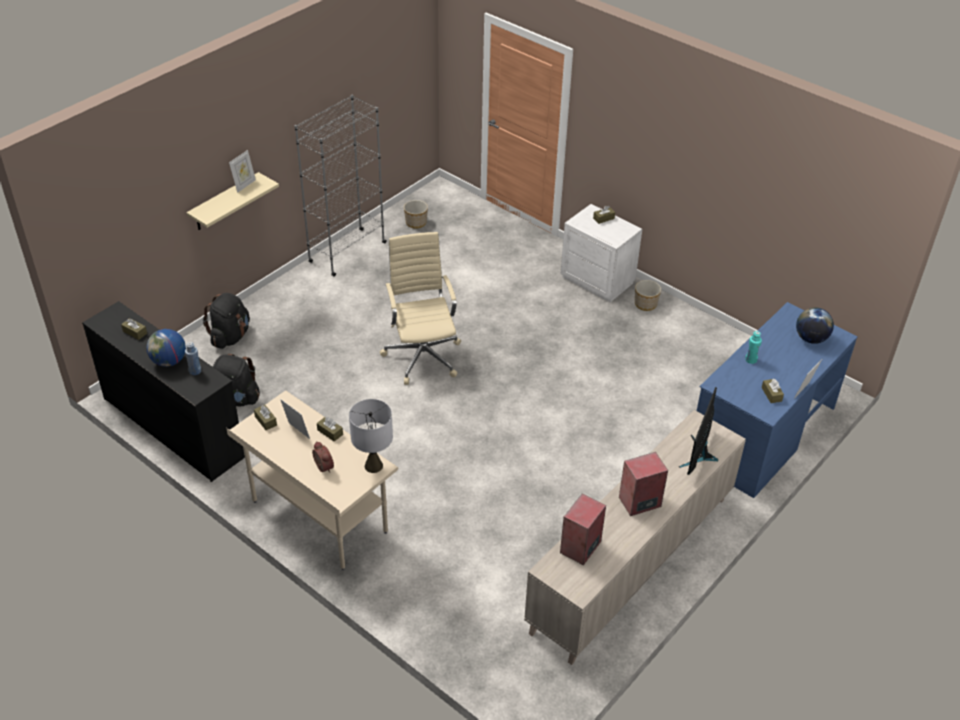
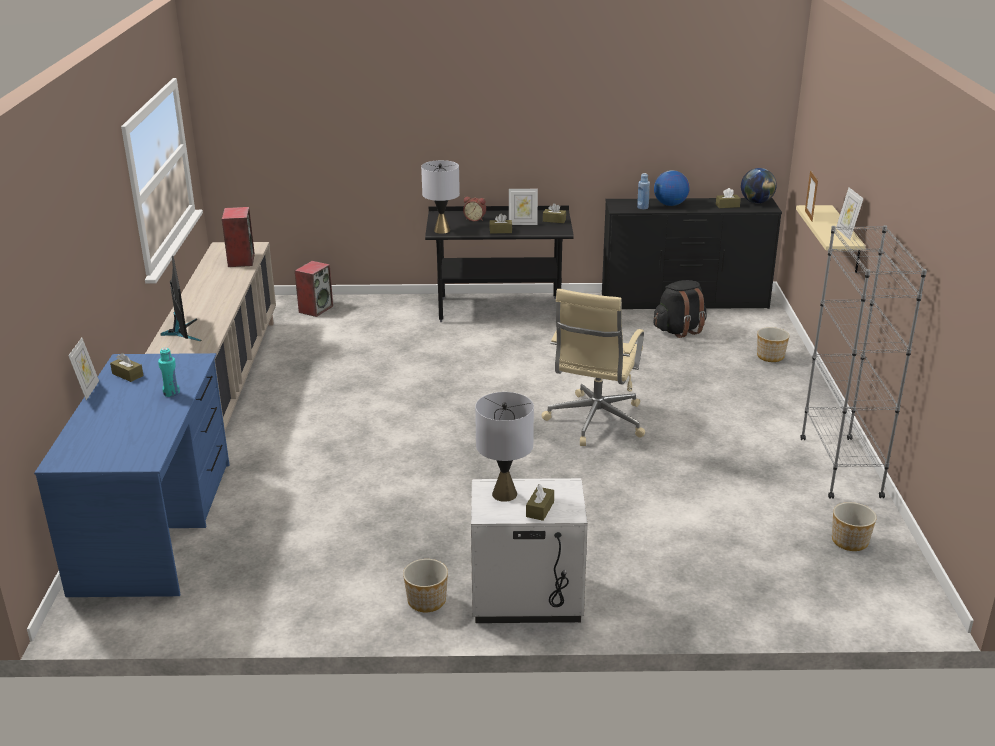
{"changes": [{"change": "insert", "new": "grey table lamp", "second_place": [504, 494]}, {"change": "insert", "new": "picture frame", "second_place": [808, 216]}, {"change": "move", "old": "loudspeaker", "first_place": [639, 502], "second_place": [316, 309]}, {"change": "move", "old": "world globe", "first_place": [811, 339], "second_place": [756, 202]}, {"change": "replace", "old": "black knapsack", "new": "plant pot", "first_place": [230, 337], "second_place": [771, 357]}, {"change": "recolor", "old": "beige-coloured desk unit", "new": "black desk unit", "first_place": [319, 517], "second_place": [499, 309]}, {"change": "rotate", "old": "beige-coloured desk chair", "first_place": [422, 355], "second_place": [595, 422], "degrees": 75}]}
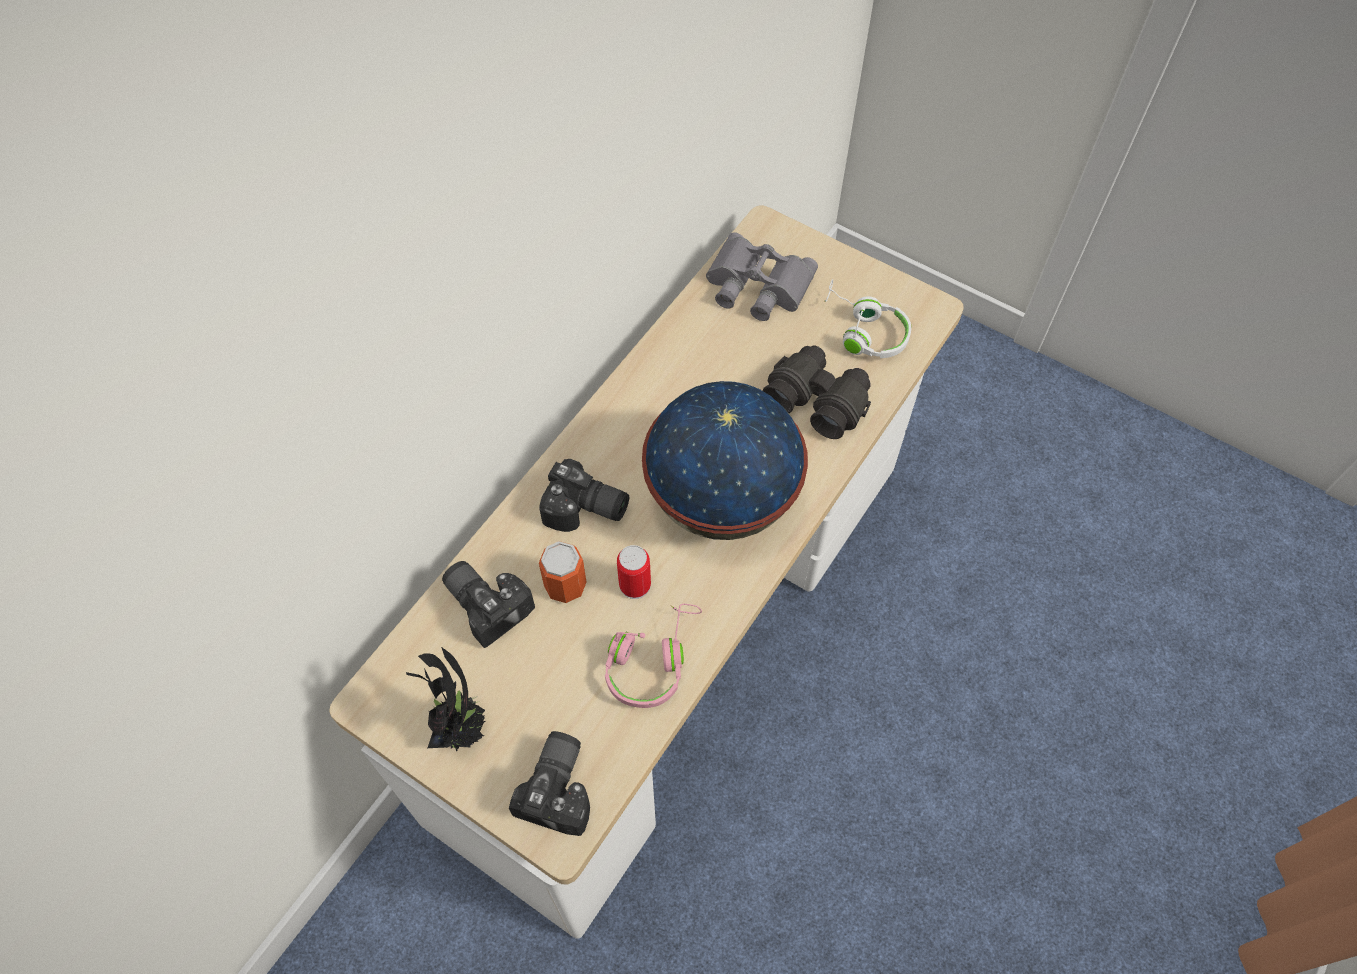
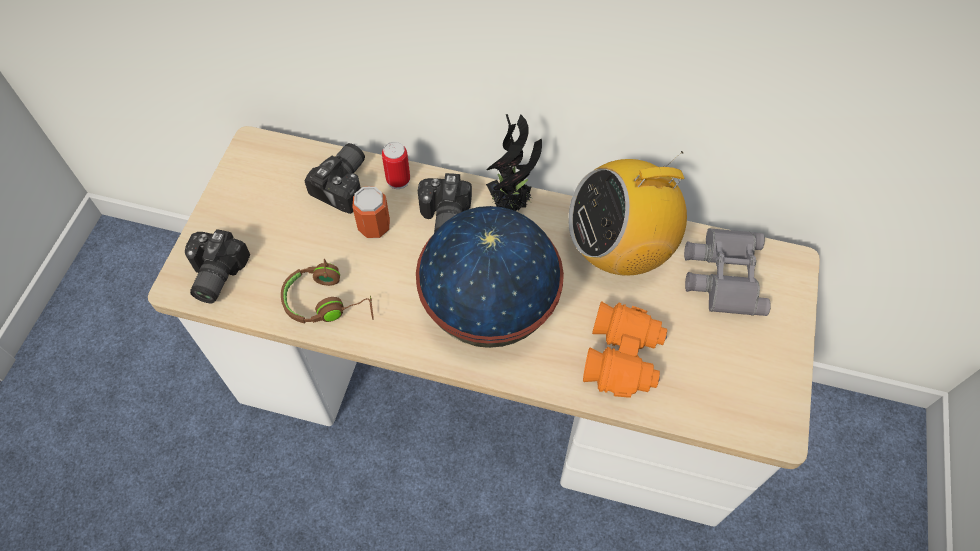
{"changes": [{"change": "delete", "old": "whitish pair of headphones", "first_place": [863, 330]}, {"change": "insert", "new": "radio", "second_place": [618, 250]}, {"change": "move", "old": "houseplant", "first_place": [461, 728], "second_place": [511, 204]}, {"change": "move", "old": "sealed can", "first_place": [635, 585], "second_place": [398, 180]}, {"change": "recolor", "old": "pink-coloured pair of headphones", "new": "brown pair of headphones", "first_place": [651, 660], "second_place": [328, 302]}, {"change": "recolor", "old": "black binoculars", "new": "orangey binoculars", "first_place": [817, 399], "second_place": [623, 356]}, {"change": "rotate", "old": "still camera", "first_place": [561, 788], "second_place": [213, 275], "degrees": 105}]}
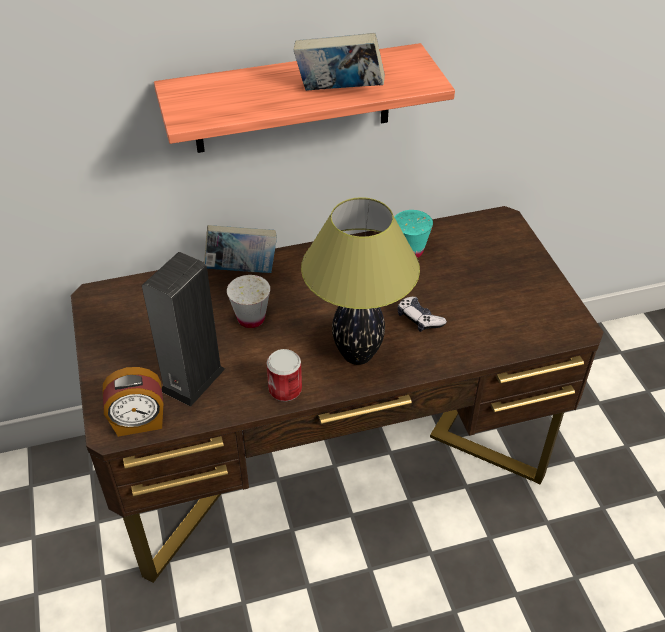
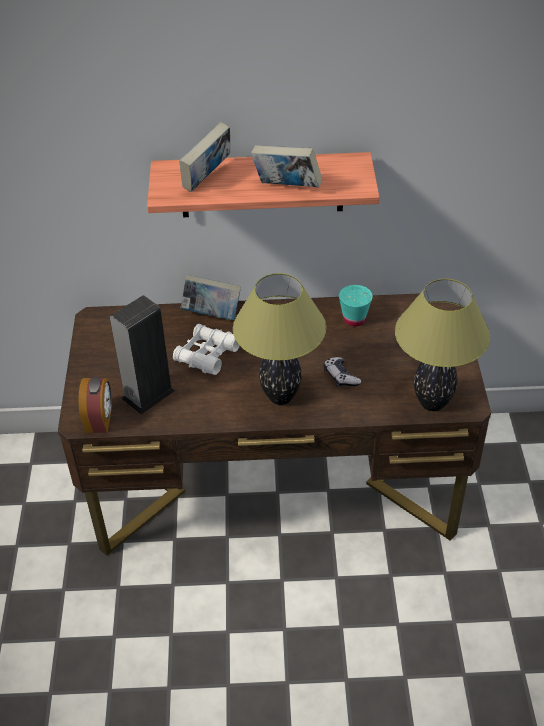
{"changes": [{"change": "delete", "old": "sealed can", "first_place": [285, 389]}, {"change": "insert", "new": "book", "second_place": [207, 179]}, {"change": "insert", "new": "table lamp", "second_place": [432, 403]}, {"change": "replace", "old": "whitish cup", "new": "whitish binoculars", "first_place": [251, 319], "second_place": [207, 355]}, {"change": "rotate", "old": "table clock", "first_place": [139, 422], "second_place": [99, 419], "degrees": -90}]}
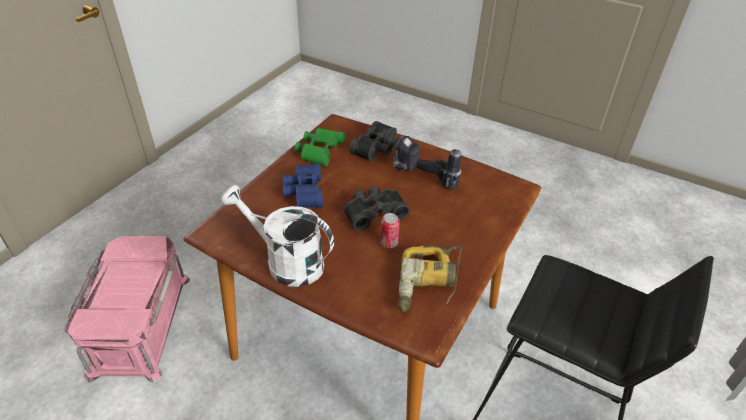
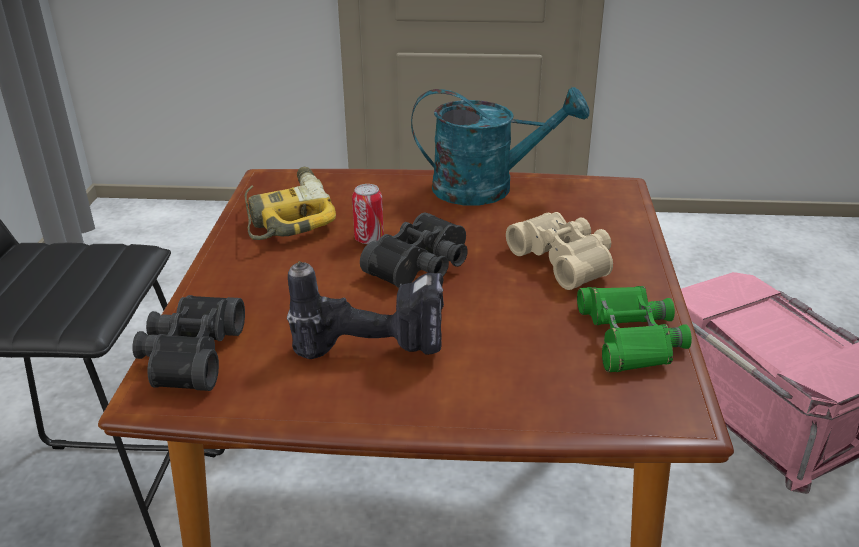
{"changes": [{"change": "move", "old": "black binoculars", "first_place": [378, 149], "second_place": [189, 355]}, {"change": "recolor", "old": "whitish watering can", "new": "turquoise-coloured watering can", "first_place": [286, 262], "second_place": [487, 188]}, {"change": "recolor", "old": "blue-coloured binoculars", "new": "beige-coloured binoculars", "first_place": [303, 192], "second_place": [565, 260]}]}
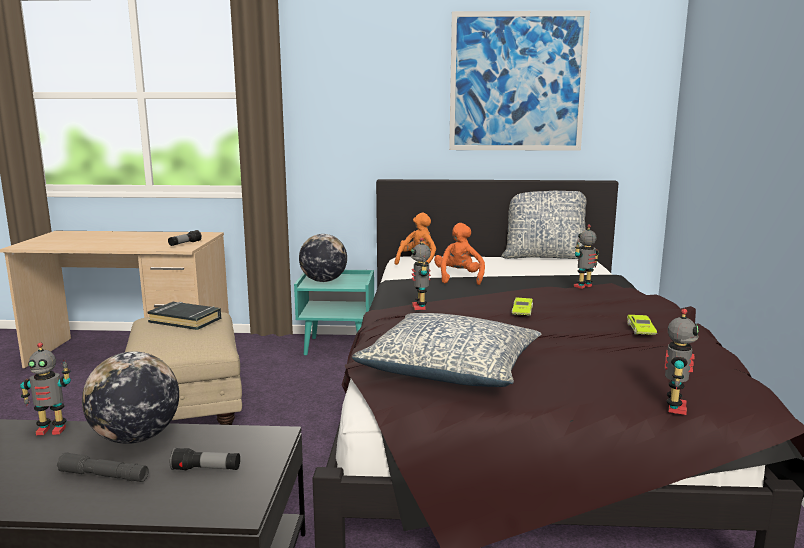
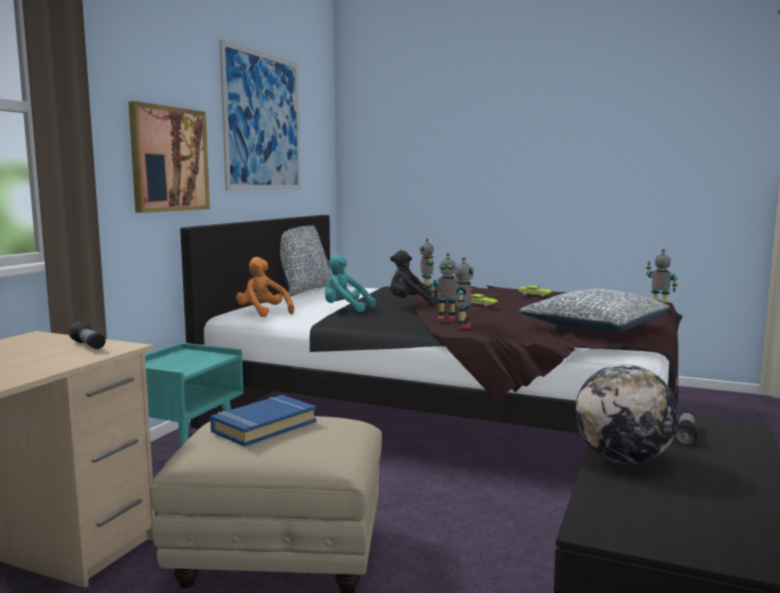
{"changes": [{"change": "delete", "old": "grey torch", "first_place": [104, 476]}, {"change": "delete", "old": "world globe", "first_place": [323, 281]}, {"change": "insert", "new": "wall art", "second_place": [169, 159]}, {"change": "insert", "new": "black soft toy", "second_place": [410, 304]}, {"change": "move", "old": "robot figure", "first_place": [52, 430], "second_place": [463, 326]}, {"change": "recolor", "old": "black book", "new": "blue-coloured book", "first_place": [185, 320], "second_place": [263, 426]}, {"change": "recolor", "old": "orangey soft toy", "new": "turquoise-coloured soft toy", "first_place": [459, 278], "second_place": [345, 309]}]}
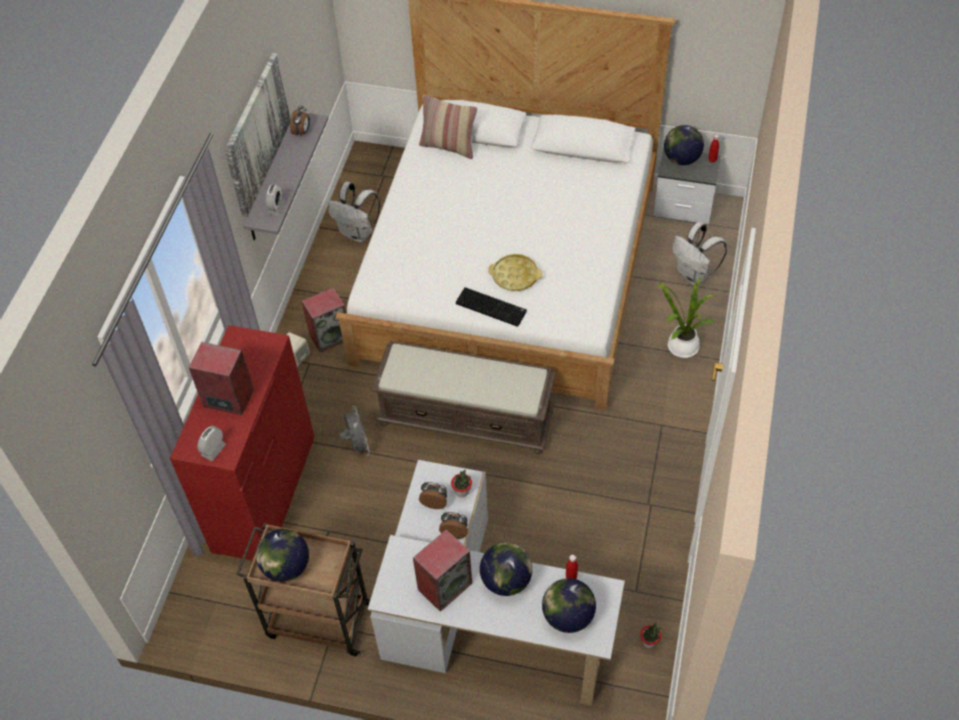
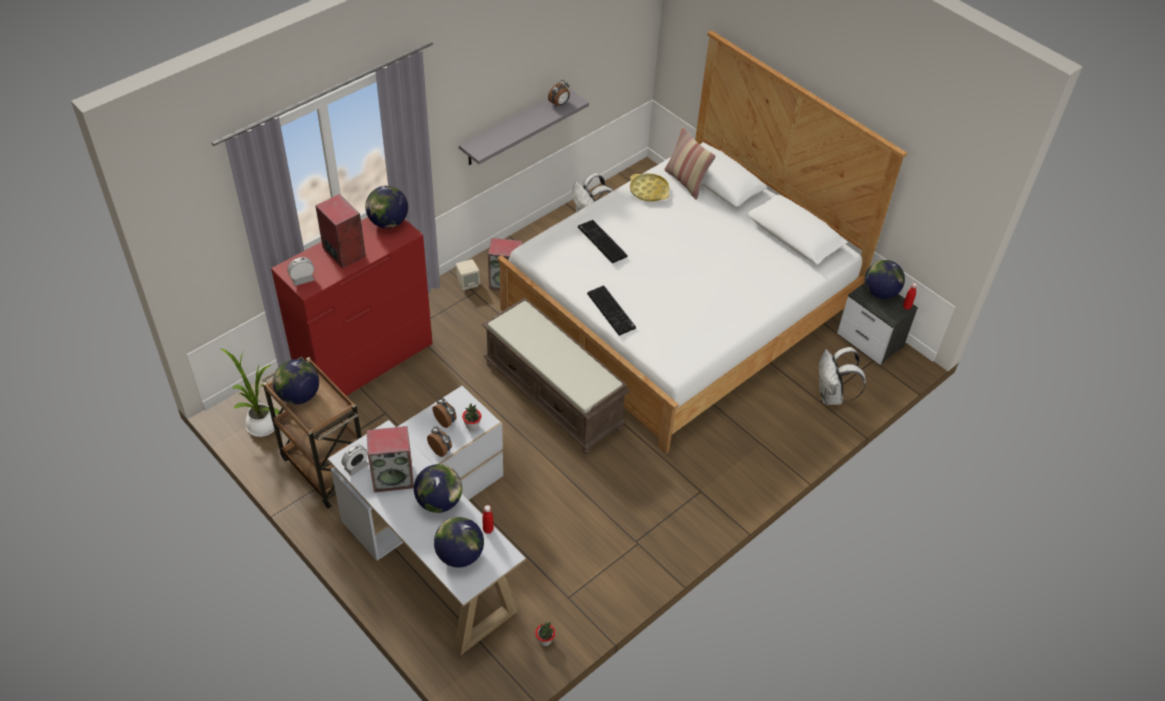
{"changes": [{"change": "delete", "old": "wall art", "first_place": [257, 134]}, {"change": "delete", "old": "grey fan", "first_place": [357, 446]}, {"change": "insert", "new": "world globe", "second_place": [388, 222]}, {"change": "insert", "new": "PC keyboard", "second_place": [601, 242]}, {"change": "move", "old": "table clock", "first_place": [276, 208], "second_place": [356, 466]}, {"change": "move", "old": "yellow-coloured serving tray", "first_place": [515, 276], "second_place": [649, 190]}, {"change": "move", "old": "houseplant", "first_place": [680, 346], "second_place": [260, 424]}]}
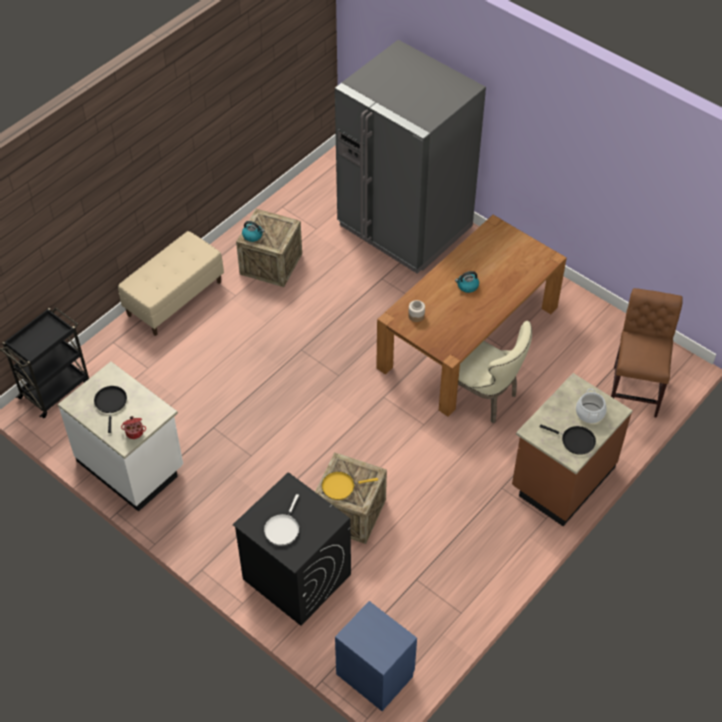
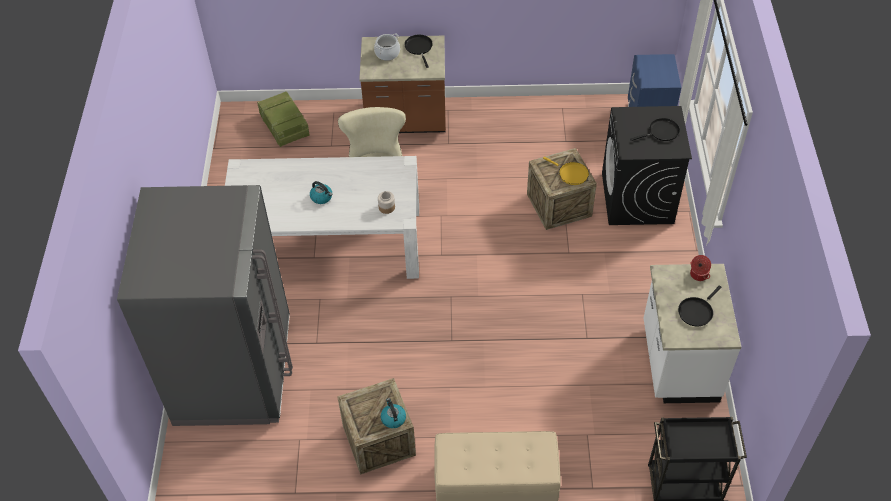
{"changes": [{"change": "replace", "old": "brown plain chair", "new": "shipping crate", "first_place": [635, 388], "second_place": [284, 126]}, {"change": "recolor", "old": "whitish skillet", "new": "black skillet", "first_place": [282, 528], "second_place": [661, 132]}, {"change": "recolor", "old": "brown dining table", "new": "whitish dining table", "first_place": [468, 337], "second_place": [327, 243]}]}
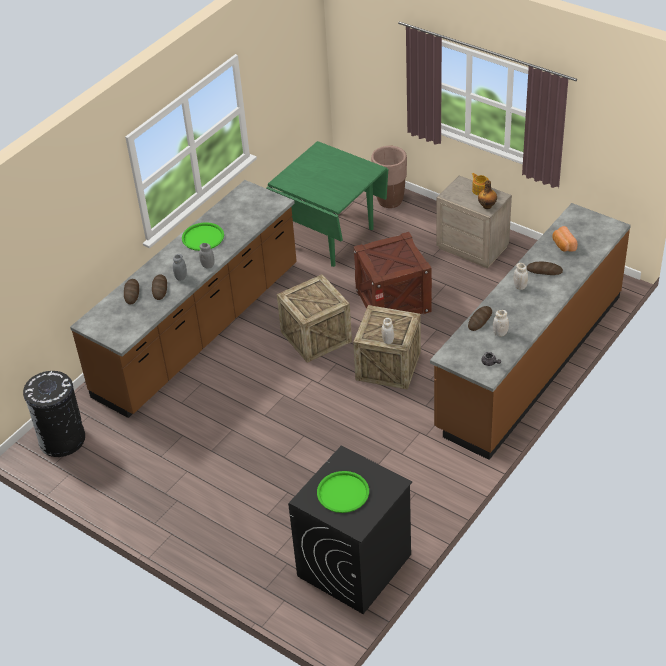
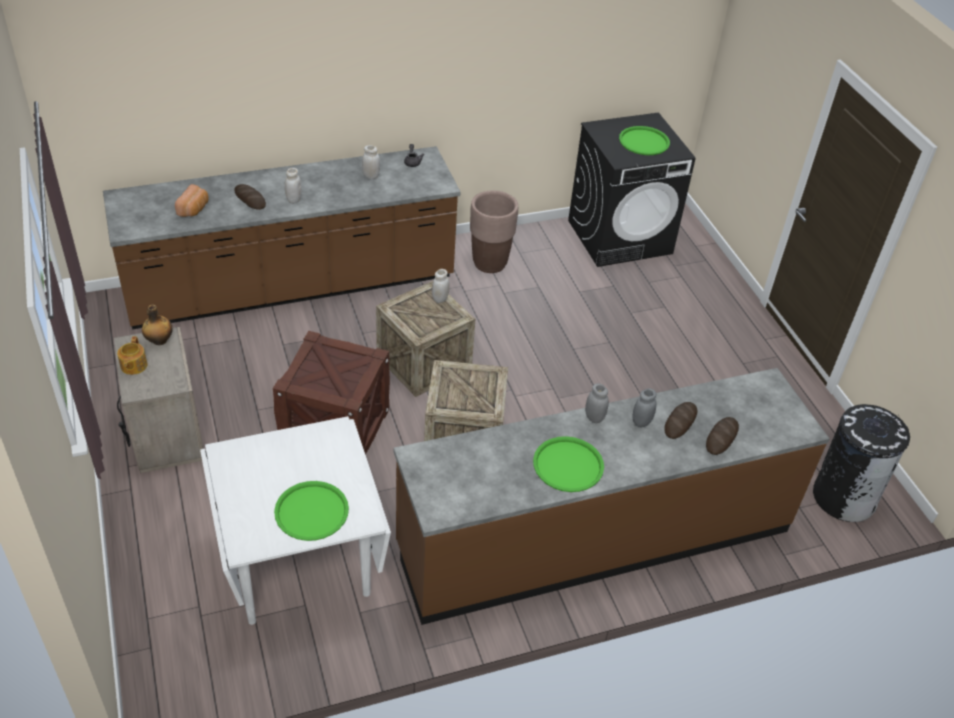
{"changes": [{"change": "delete", "old": "bread", "first_place": [480, 320]}, {"change": "insert", "new": "green serving tray", "second_place": [311, 511]}, {"change": "move", "old": "brown plant pot", "first_place": [390, 201], "second_place": [490, 263]}, {"change": "recolor", "old": "green dining table", "new": "whitish dining table", "first_place": [332, 238], "second_place": [300, 569]}]}
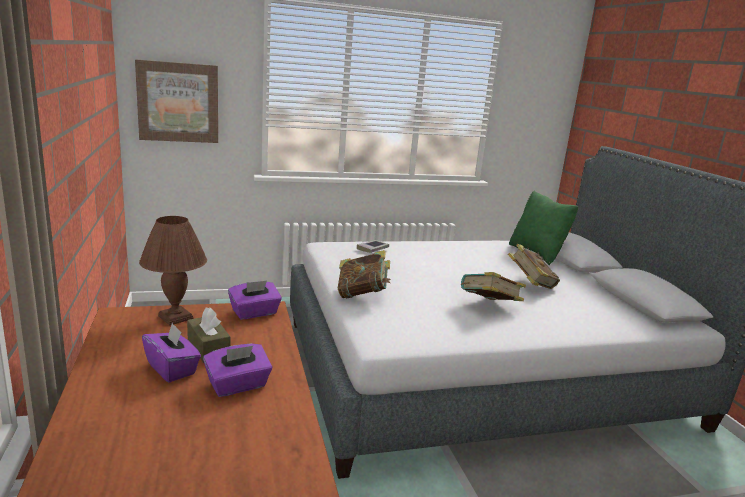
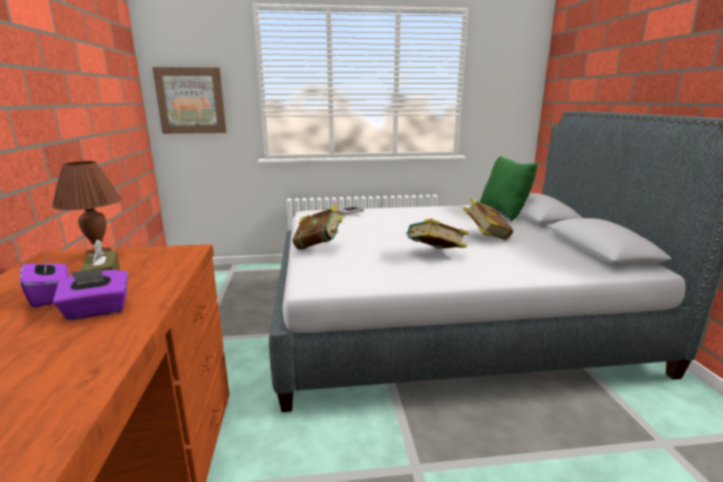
{"changes": [{"change": "delete", "old": "purplish tissue holder", "first_place": [255, 313]}]}
